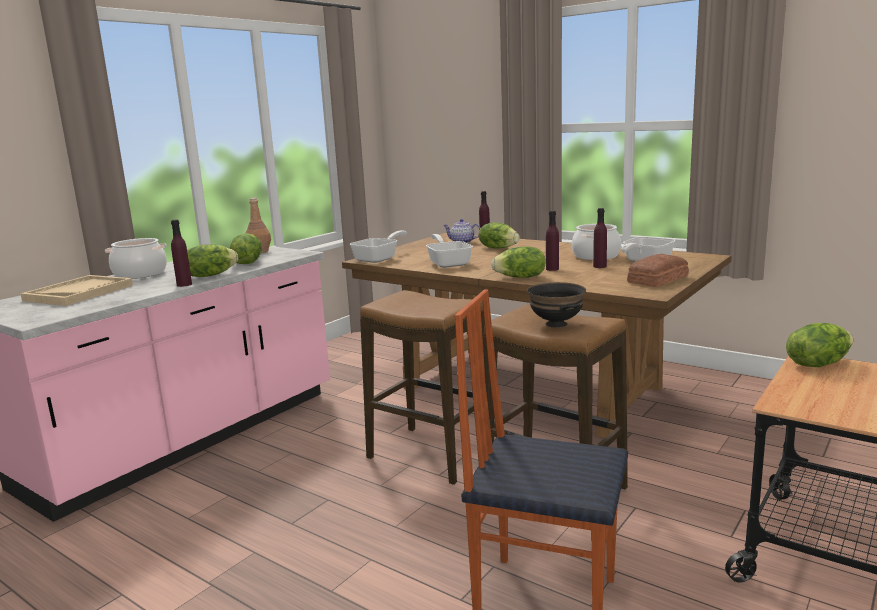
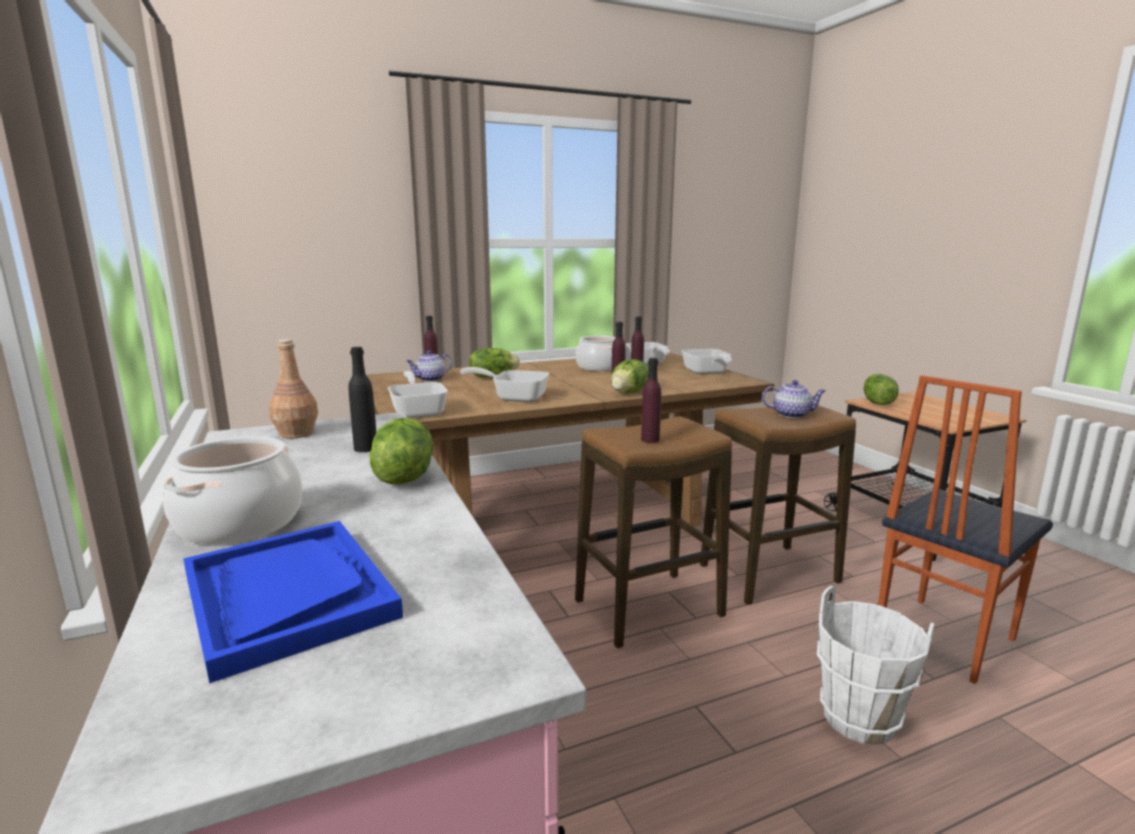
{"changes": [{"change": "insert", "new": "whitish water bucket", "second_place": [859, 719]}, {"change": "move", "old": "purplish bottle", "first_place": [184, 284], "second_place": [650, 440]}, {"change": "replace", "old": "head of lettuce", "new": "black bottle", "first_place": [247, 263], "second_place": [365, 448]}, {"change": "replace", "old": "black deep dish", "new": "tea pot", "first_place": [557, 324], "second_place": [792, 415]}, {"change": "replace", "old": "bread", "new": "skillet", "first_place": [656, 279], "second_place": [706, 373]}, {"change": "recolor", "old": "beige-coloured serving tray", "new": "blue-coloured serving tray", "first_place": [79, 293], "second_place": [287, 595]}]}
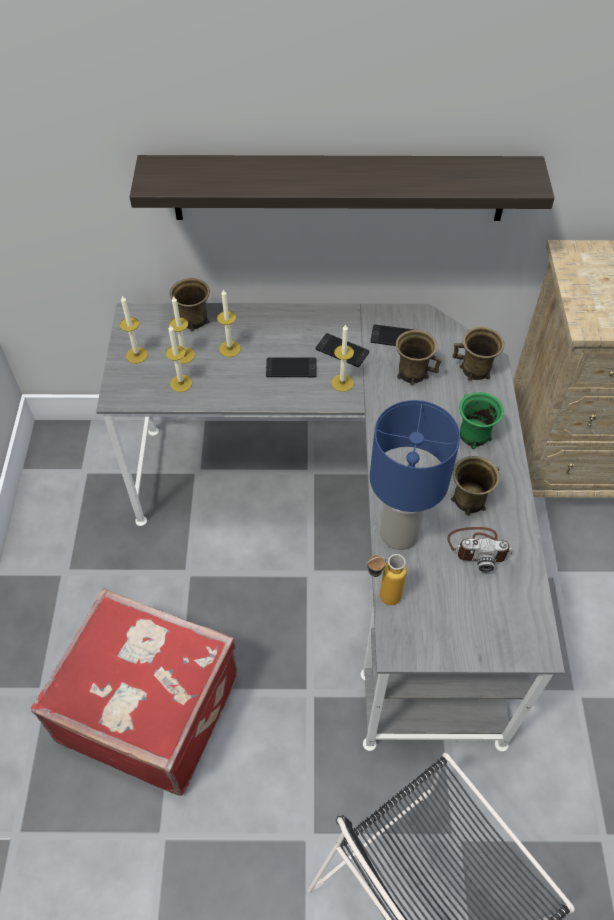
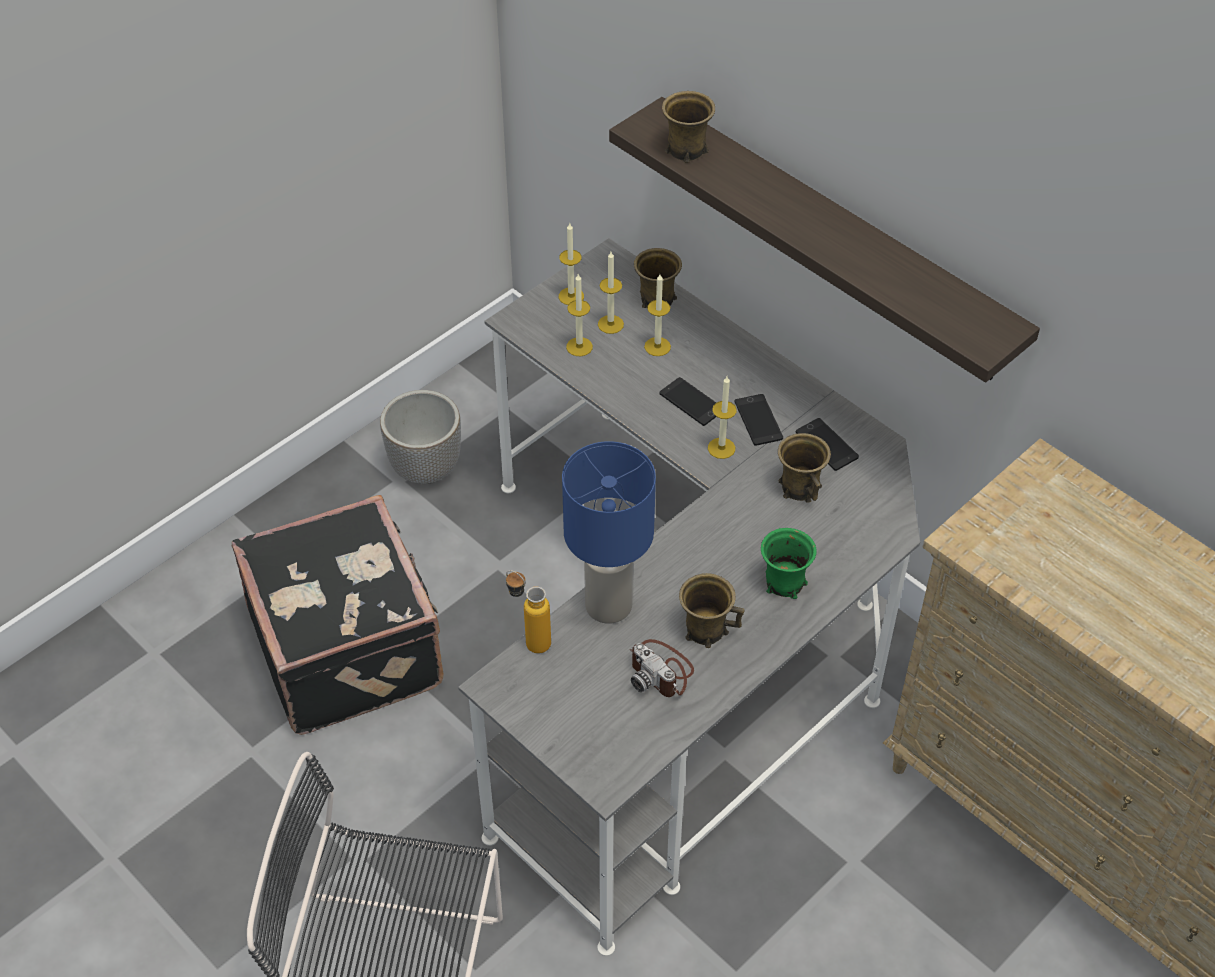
{"changes": [{"change": "insert", "new": "plant pot", "second_place": [426, 468]}, {"change": "move", "old": "brown mug", "first_place": [476, 370], "second_place": [685, 150]}, {"change": "recolor", "old": "red-coloured piece of luggage", "new": "black piece of luggage", "first_place": [151, 706], "second_place": [349, 647]}]}
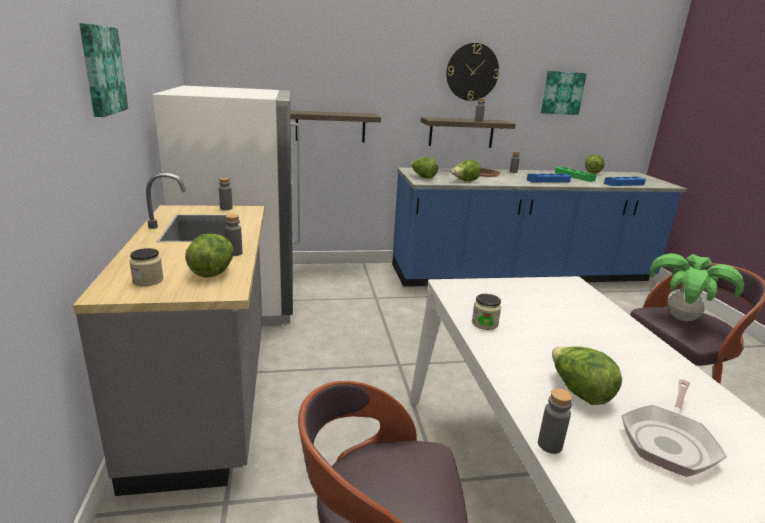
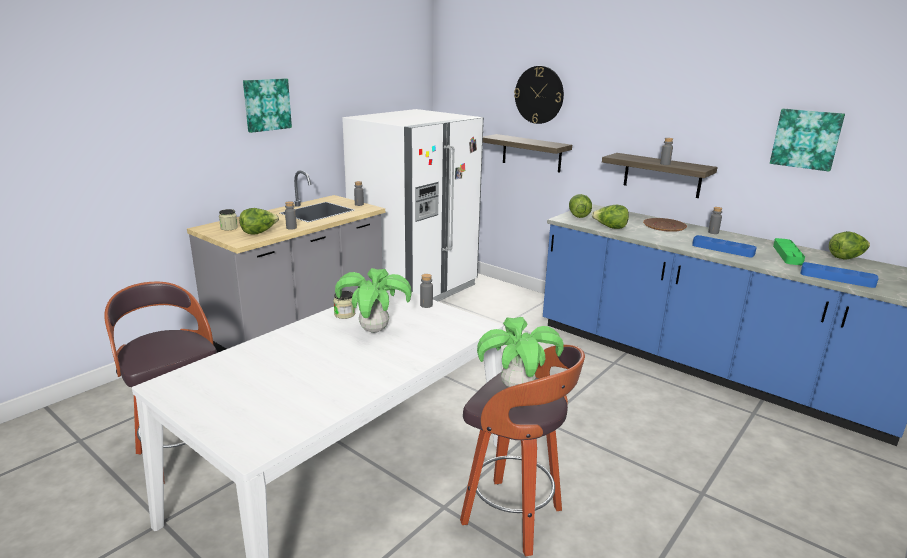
{"changes": [{"change": "delete", "old": "head of lettuce", "first_place": [579, 392]}, {"change": "delete", "old": "skillet", "first_place": [669, 441]}, {"change": "insert", "new": "houseplant", "second_place": [374, 330]}, {"change": "move", "old": "wall clock", "first_place": [472, 72], "second_place": [539, 95]}, {"change": "move", "old": "grey bottle", "first_place": [549, 445], "second_place": [426, 305]}]}
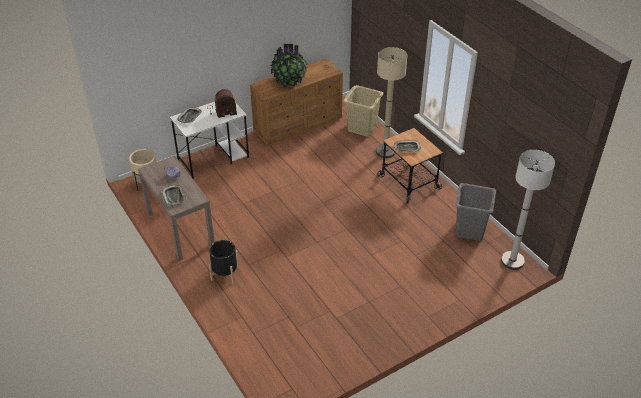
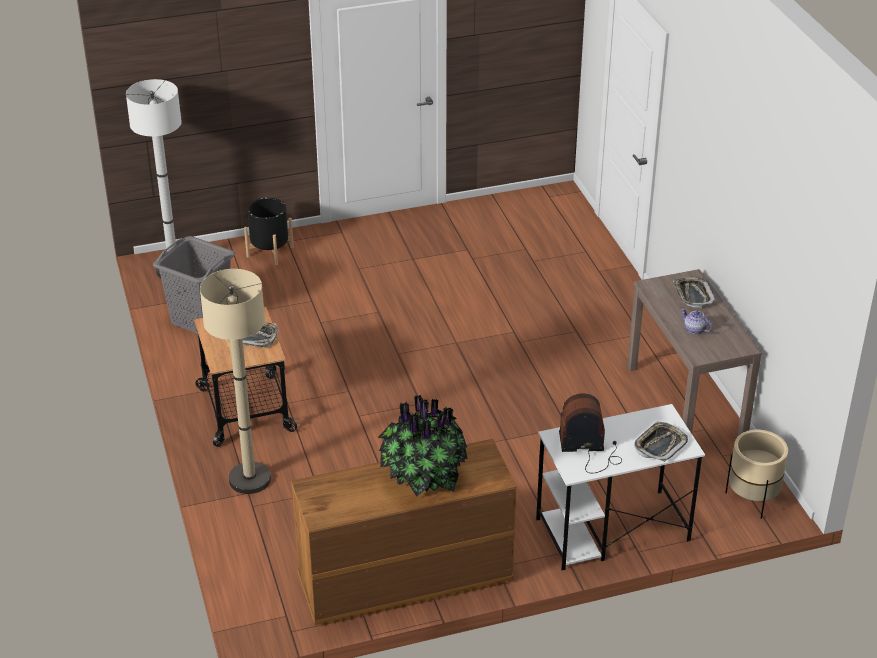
{"changes": [{"change": "delete", "old": "beige-coloured washing basket", "first_place": [362, 128]}, {"change": "move", "old": "black plant pot", "first_place": [225, 273], "second_place": [270, 252]}]}
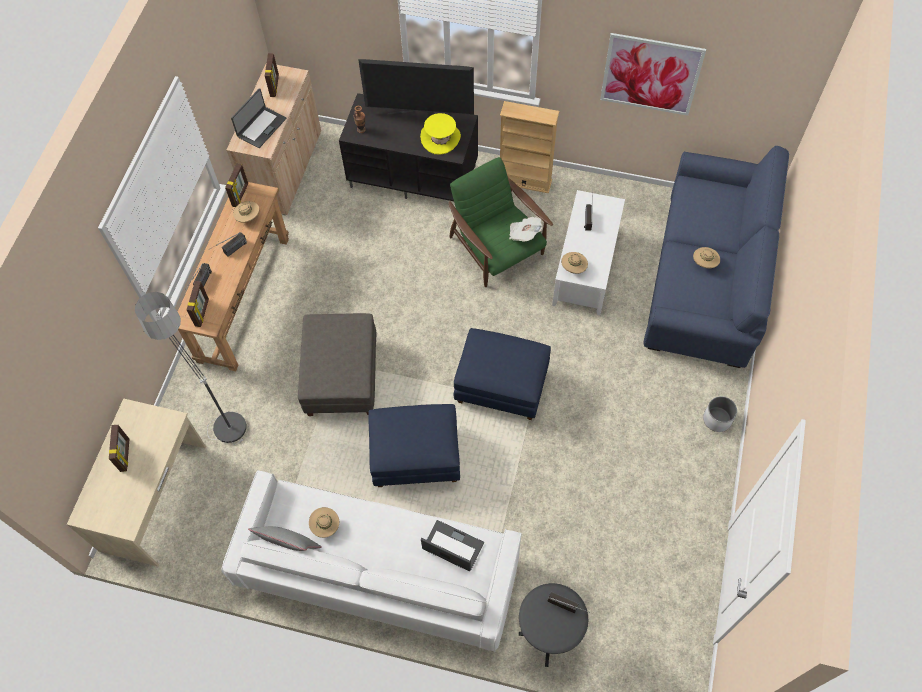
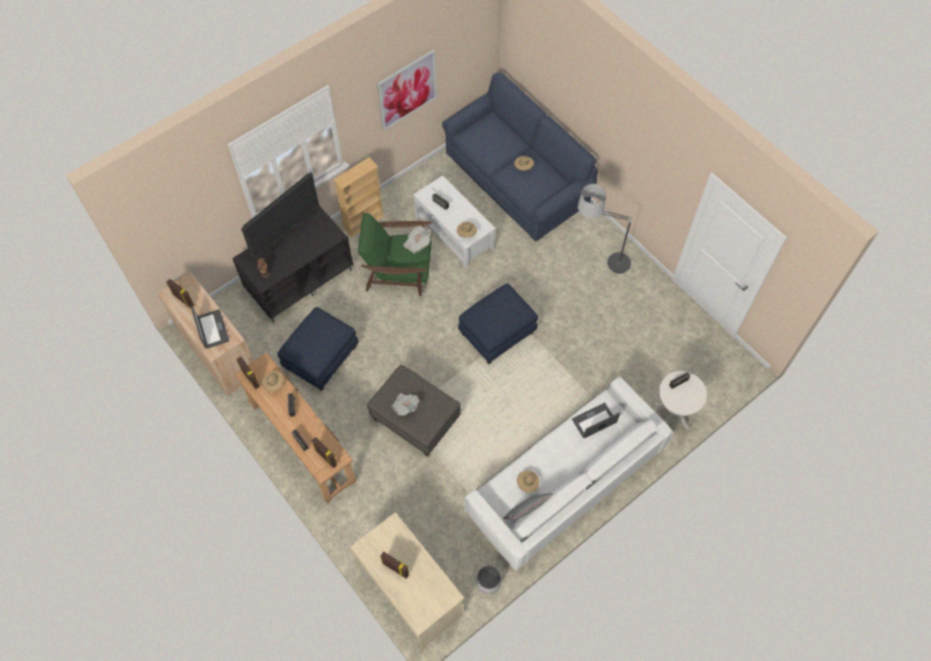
{"changes": [{"change": "delete", "old": "yellow-coloured clothing hat", "first_place": [440, 138]}, {"change": "insert", "new": "printed paper", "second_place": [405, 406]}, {"change": "move", "old": "standard lamp", "first_place": [214, 410], "second_place": [599, 265]}, {"change": "move", "old": "blue-coloured ottoman", "first_place": [416, 456], "second_place": [321, 358]}, {"change": "move", "old": "whitish plant pot", "first_place": [717, 419], "second_place": [488, 582]}, {"change": "recolor", "old": "black end table", "new": "whitish end table", "first_place": [548, 636], "second_place": [671, 416]}]}
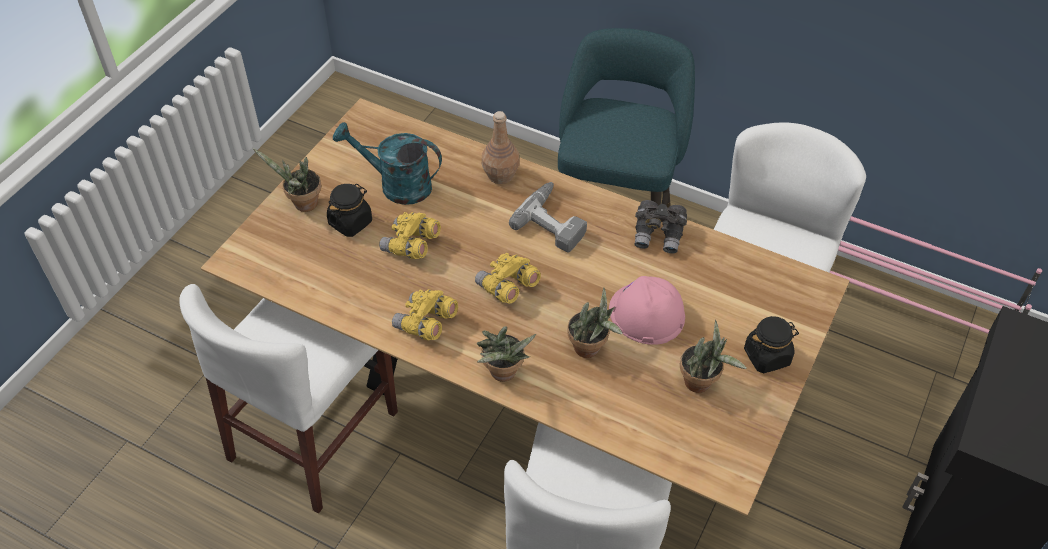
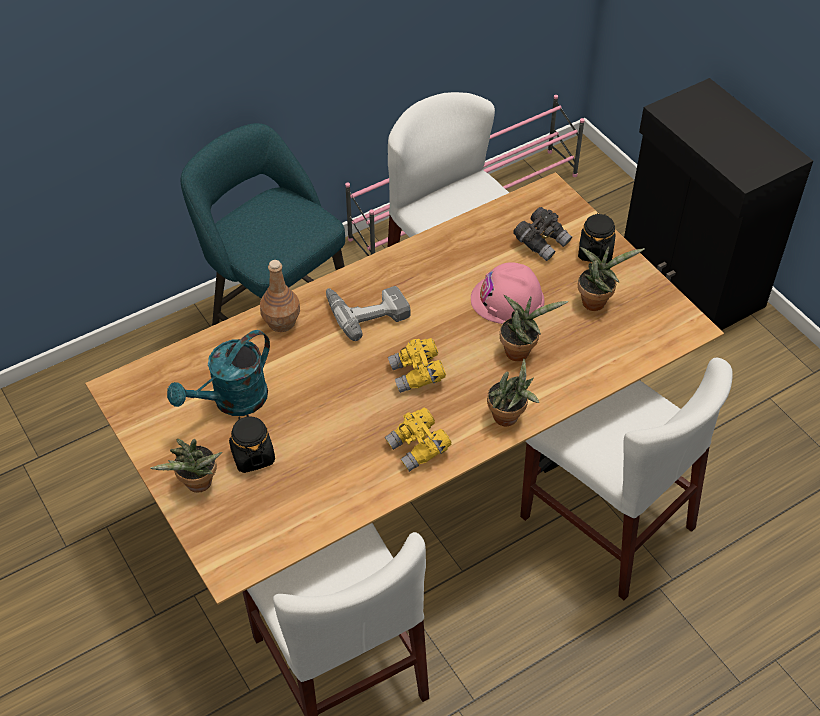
{"changes": [{"change": "delete", "old": "yellow-coloured binoculars", "first_place": [411, 246]}, {"change": "move", "old": "grey binoculars", "first_place": [659, 235], "second_place": [542, 242]}]}
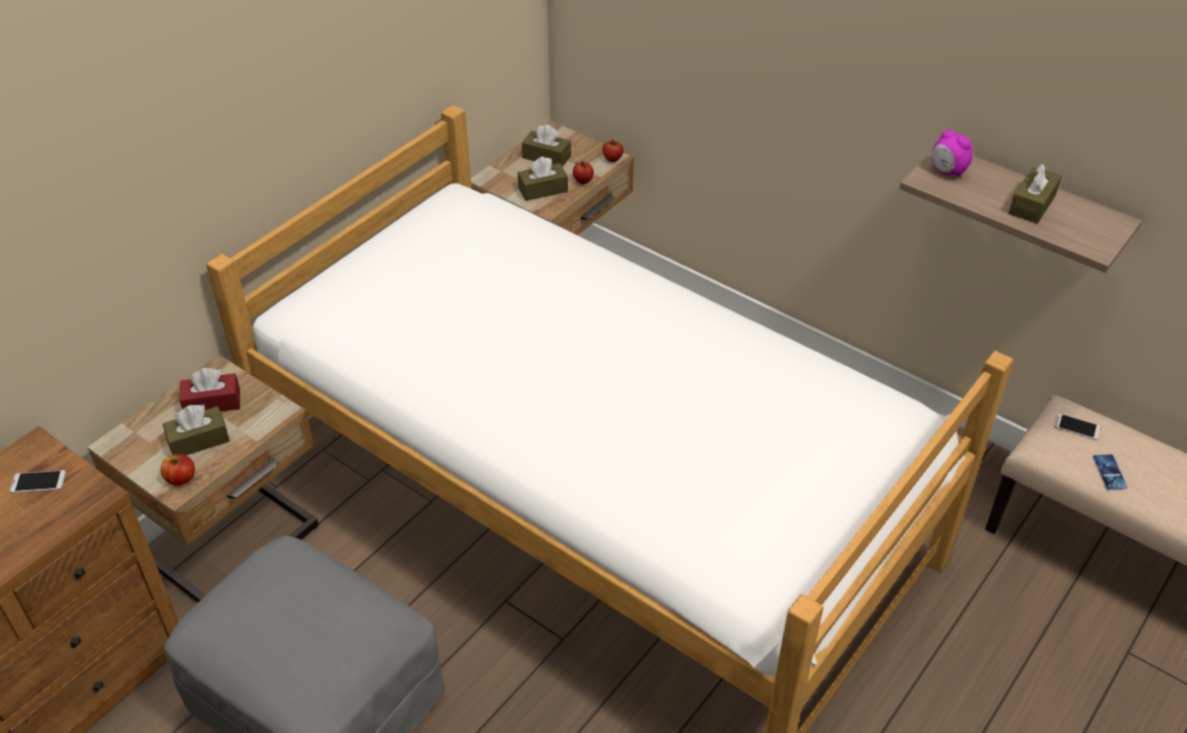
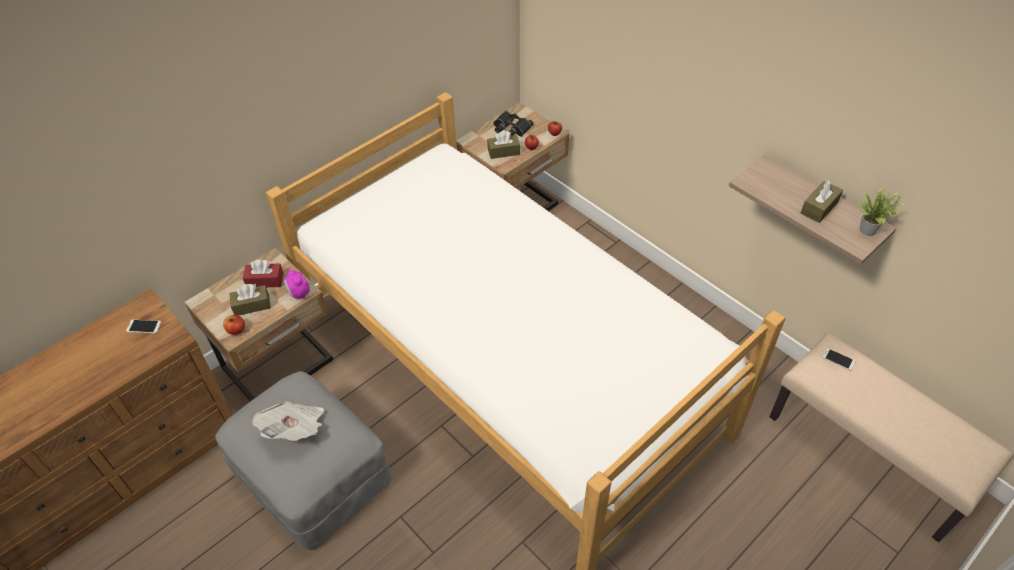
{"changes": [{"change": "delete", "old": "phone", "first_place": [1109, 472]}, {"change": "insert", "new": "printed paper", "second_place": [295, 429]}, {"change": "insert", "new": "houseplant", "second_place": [869, 230]}, {"change": "move", "old": "table clock", "first_place": [947, 172], "second_place": [299, 294]}, {"change": "replace", "old": "brown tissue holder", "new": "black binoculars", "first_place": [546, 157], "second_place": [511, 128]}]}
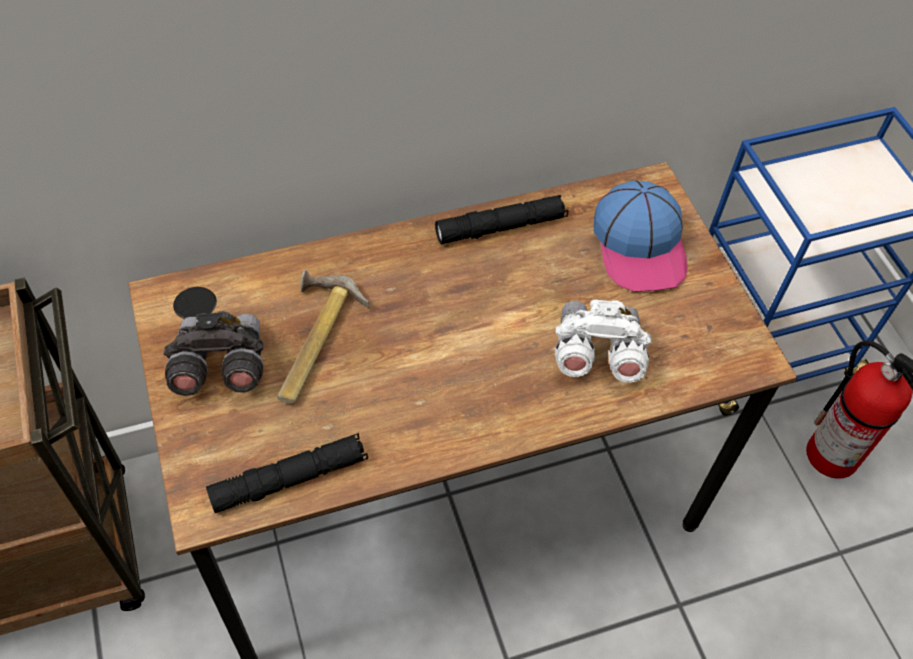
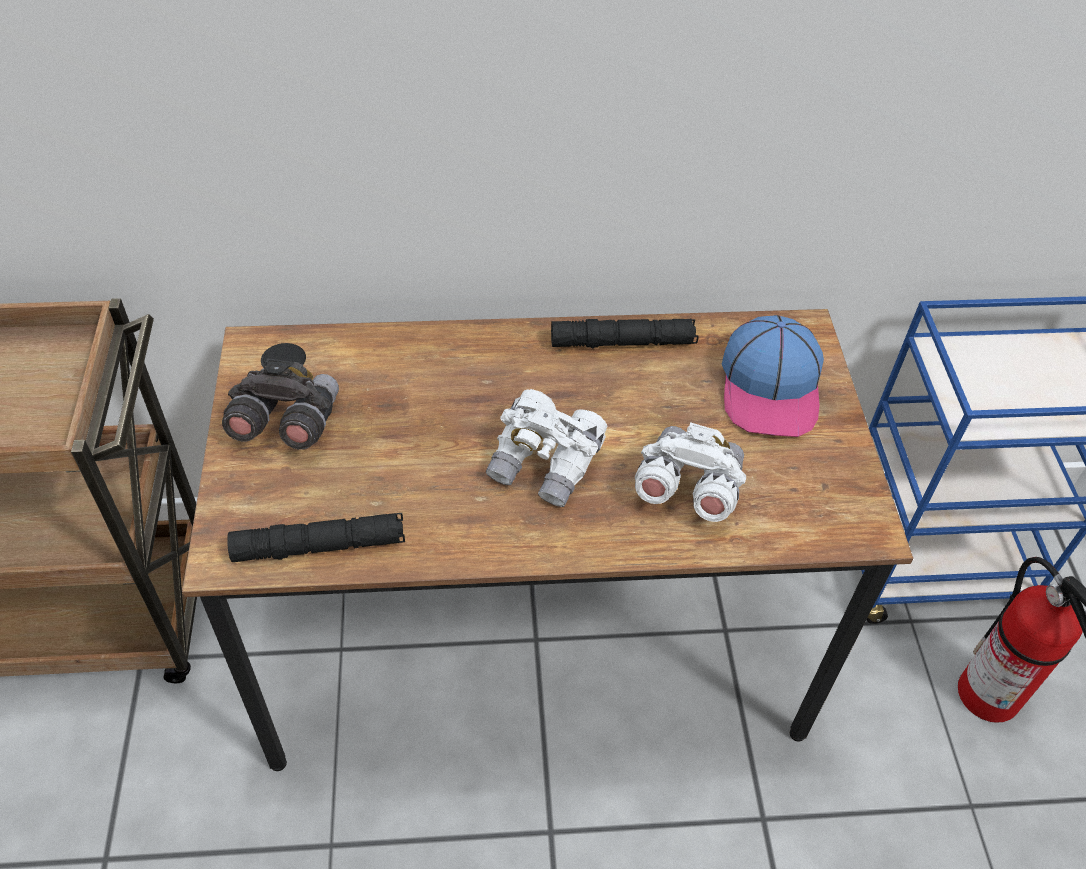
{"changes": [{"change": "delete", "old": "tool hammer", "first_place": [311, 341]}, {"change": "insert", "new": "whitish binoculars", "second_place": [546, 464]}]}
